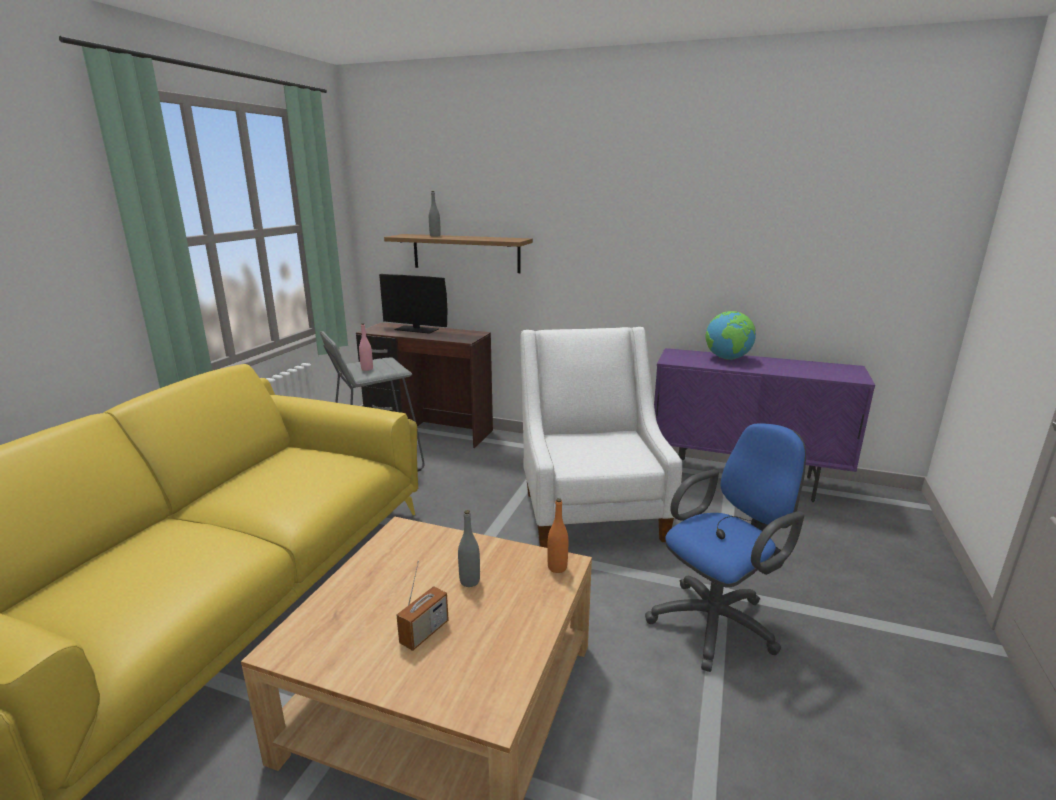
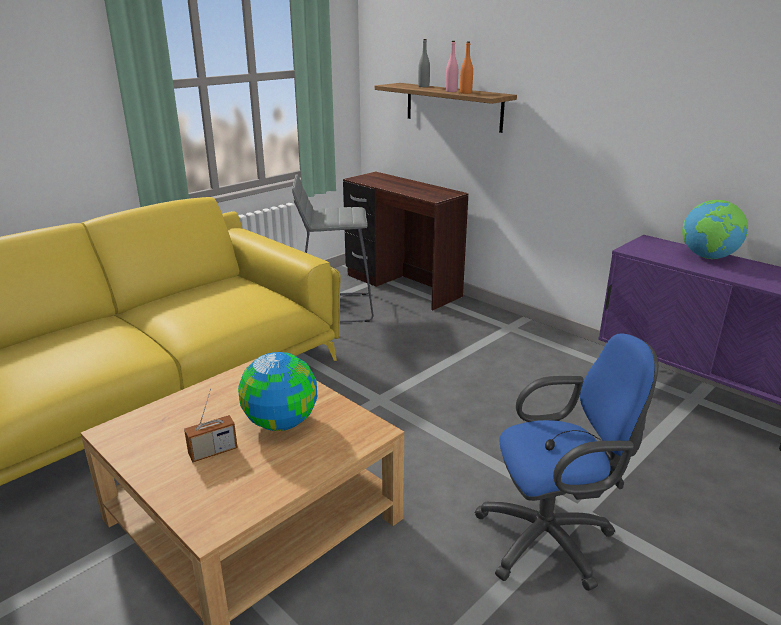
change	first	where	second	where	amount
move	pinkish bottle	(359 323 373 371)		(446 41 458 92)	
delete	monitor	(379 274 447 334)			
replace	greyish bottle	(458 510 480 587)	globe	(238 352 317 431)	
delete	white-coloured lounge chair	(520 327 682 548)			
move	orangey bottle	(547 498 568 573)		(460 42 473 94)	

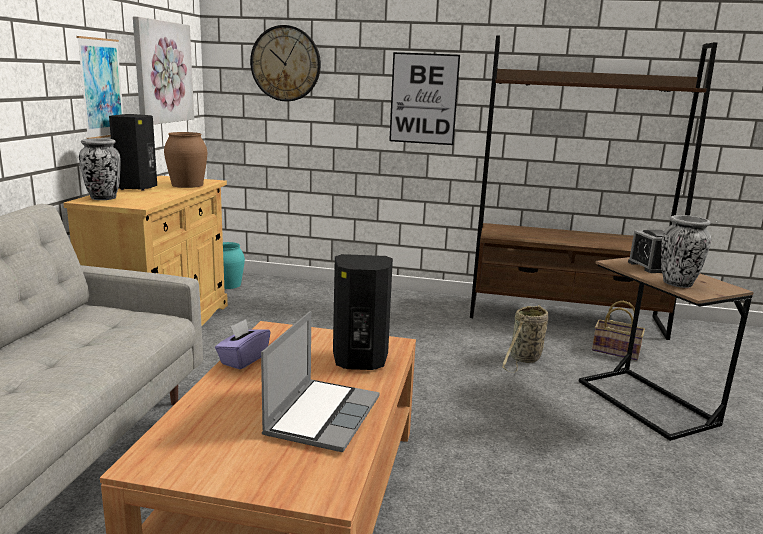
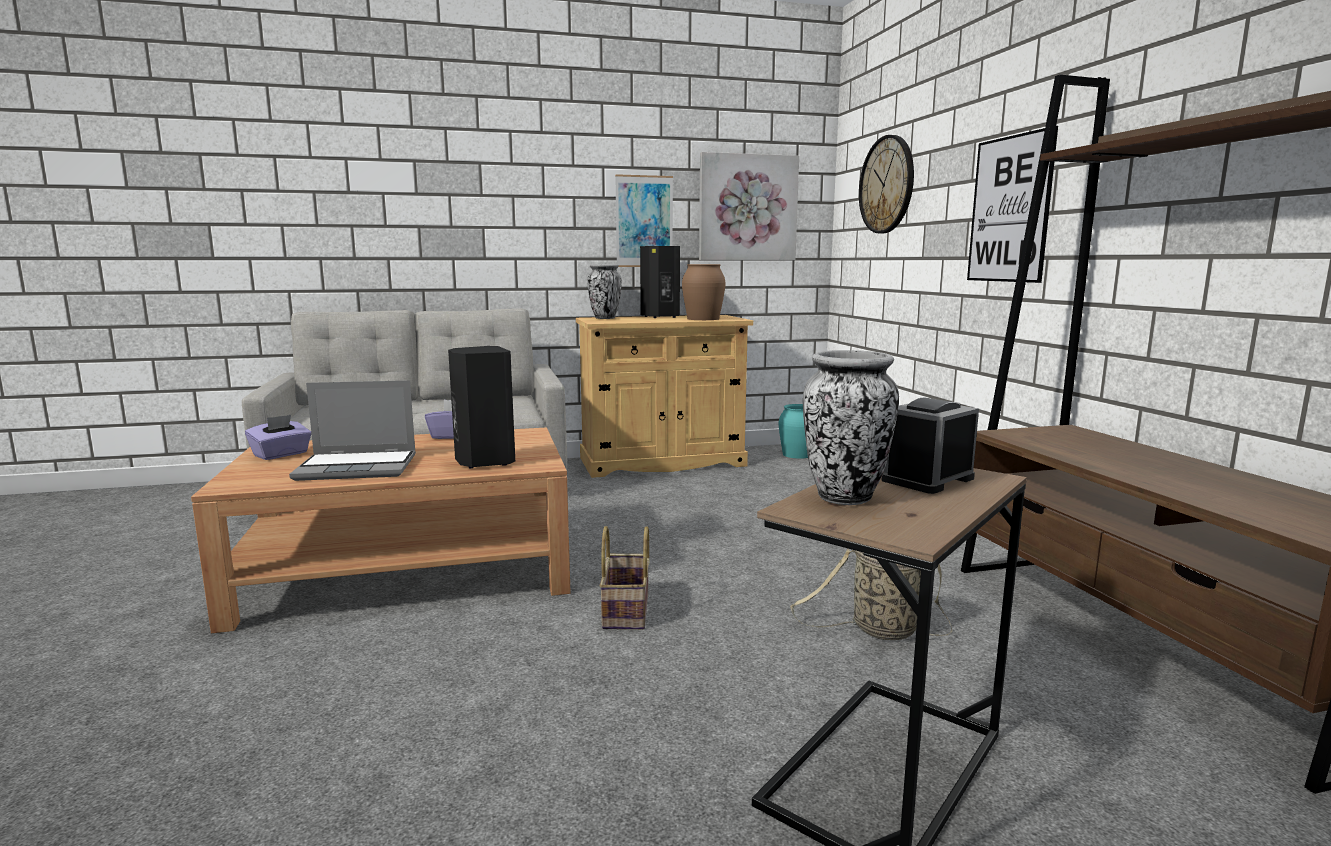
change	first	where	second	where	amount
move	household basket	(592 301 645 361)		(599 526 650 629)	
insert			purplish box of tissues	(245 415 311 460)	

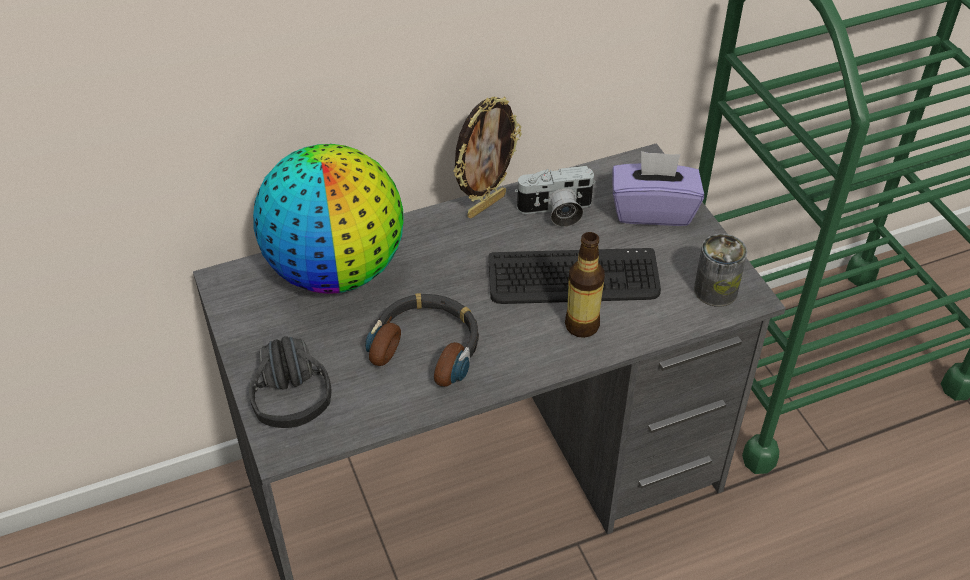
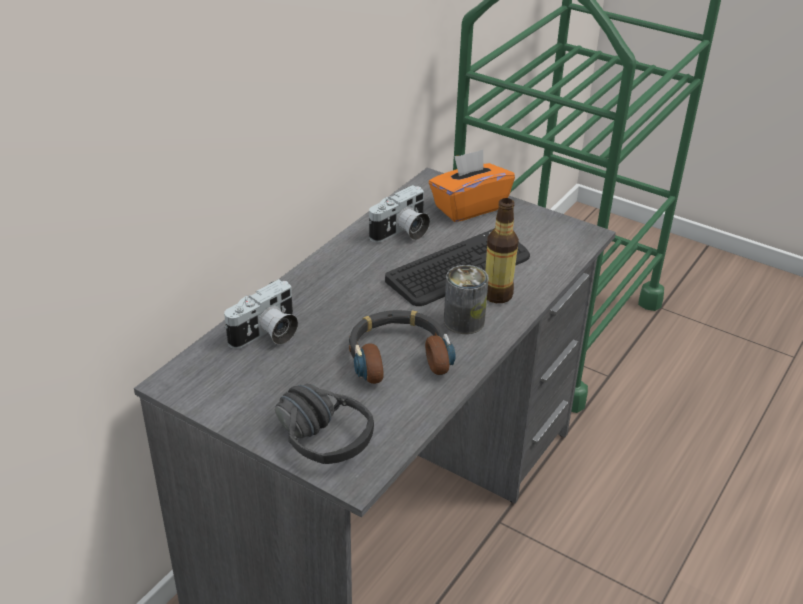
change	first	where	second	where	amount
replace	globe	(253 144 404 294)	photo camera	(224 279 298 349)	
delete	picture frame	(453 96 522 218)			
recolor	purplish box of tissues	(612 151 704 226)	orangey box of tissues	(429 149 515 222)	
move	can	(694 234 747 307)		(444 265 489 334)	

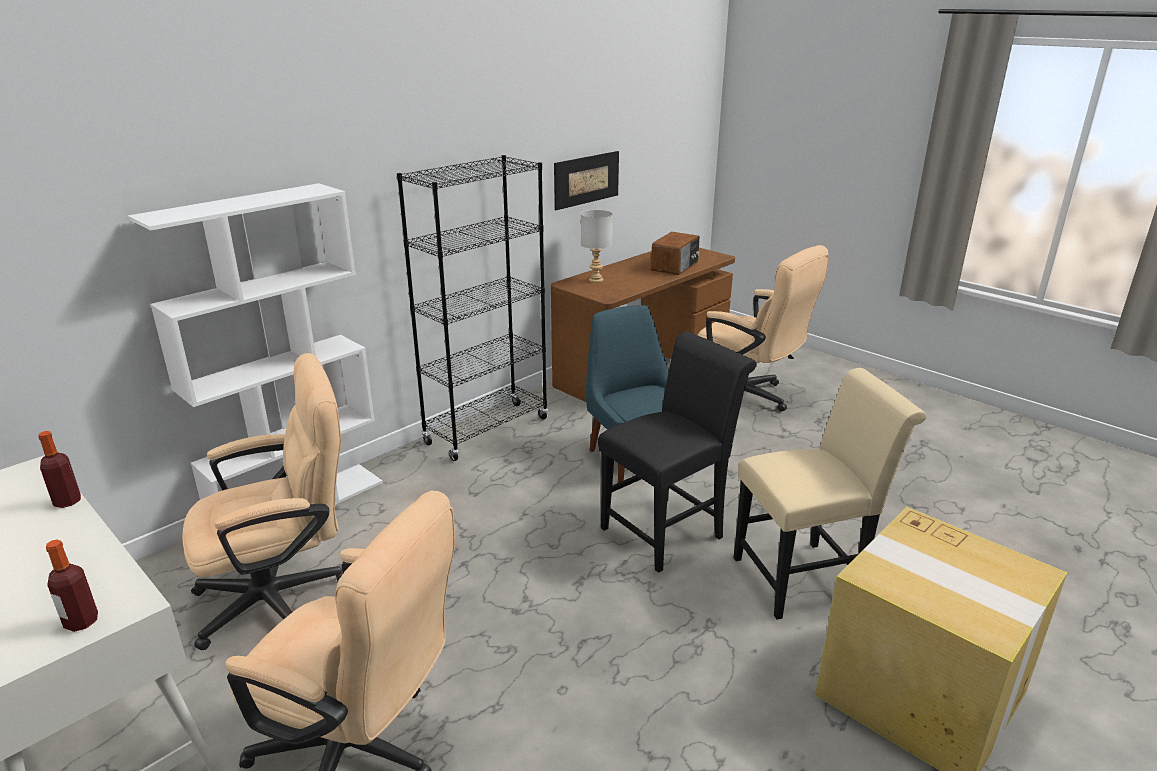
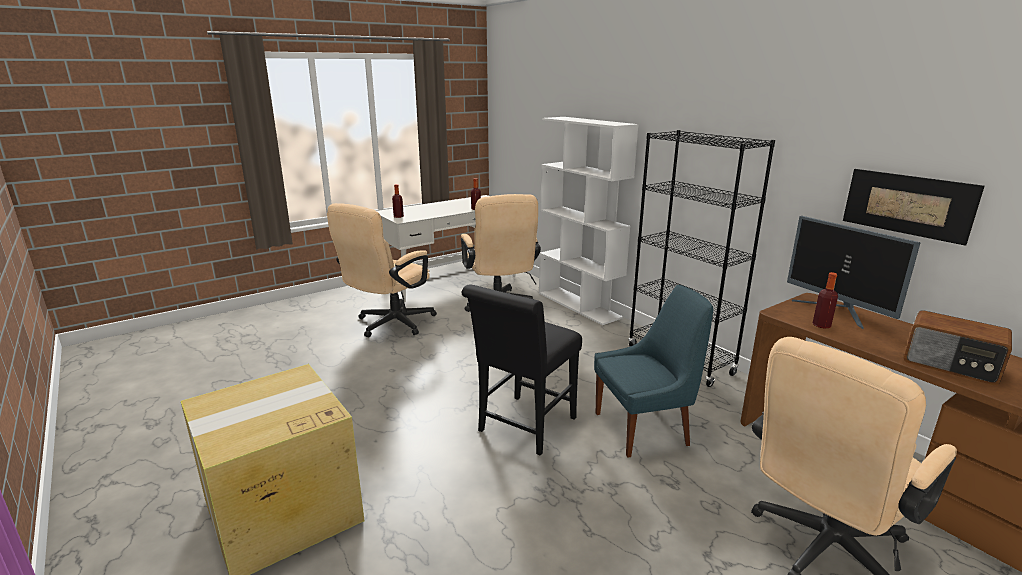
change	first	where	second	where	amount
replace	greyish table lamp	(581 210 613 283)	monitor	(787 216 920 329)	
rotate	black upright chair	(598 332 757 573)		(462 284 582 455)	60 degrees clockwise
delete	beige-coloured upright chair	(733 368 927 620)			
insert			bottle	(812 272 838 329)	

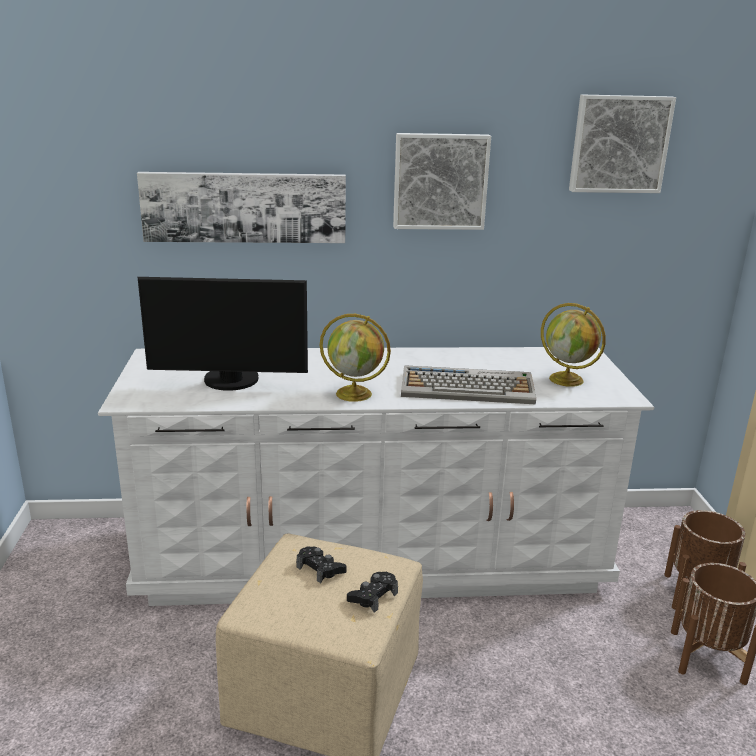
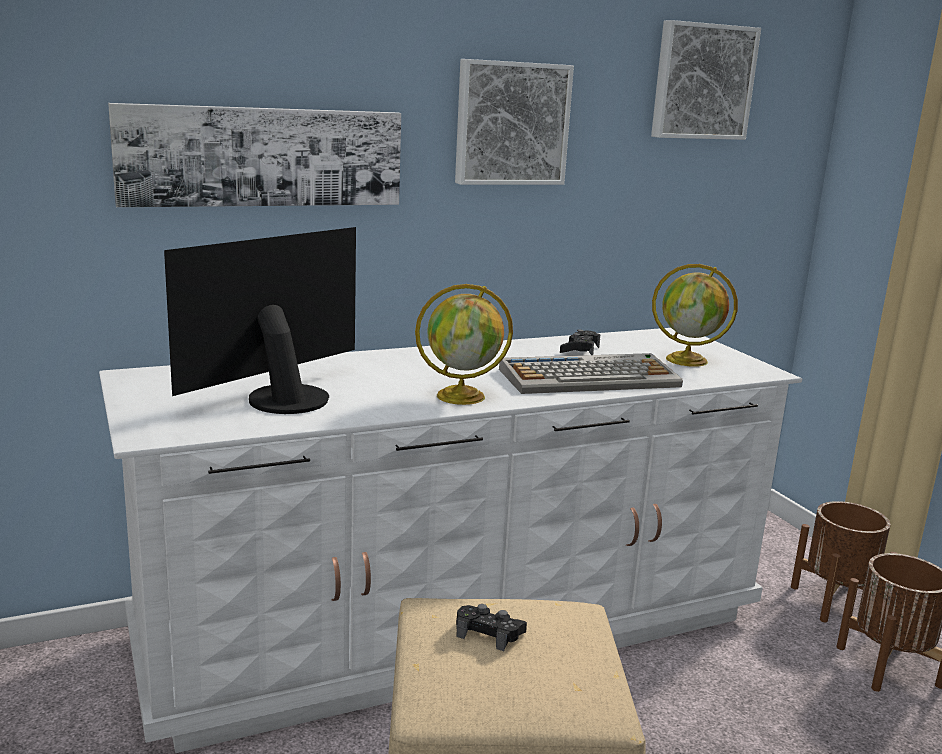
change	first	where	second	where	amount
rotate	monitor	(138 277 308 391)		(164 227 356 414)	150 degrees clockwise
move	black gamepad	(347 572 398 613)		(560 329 600 355)	

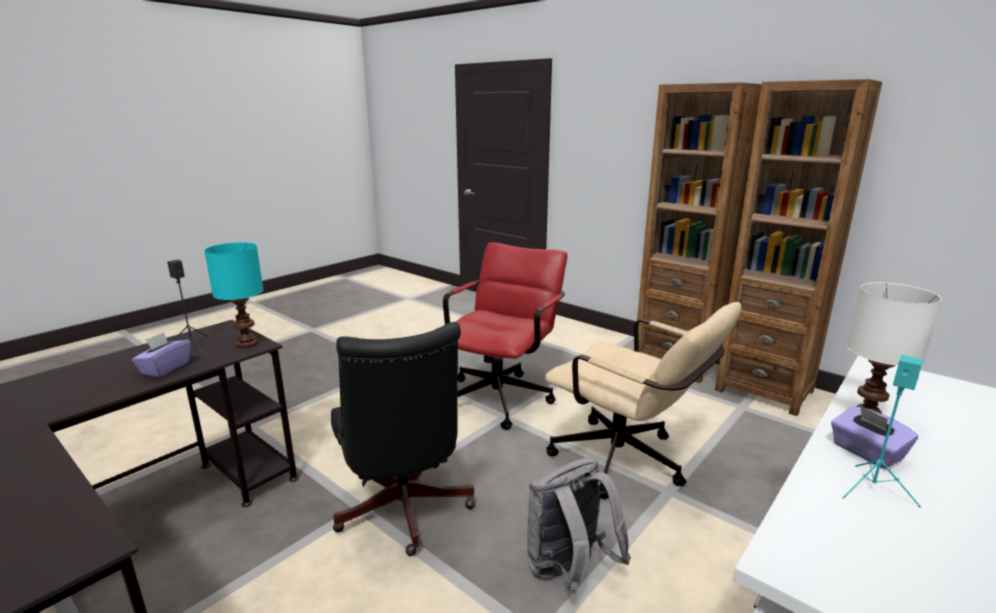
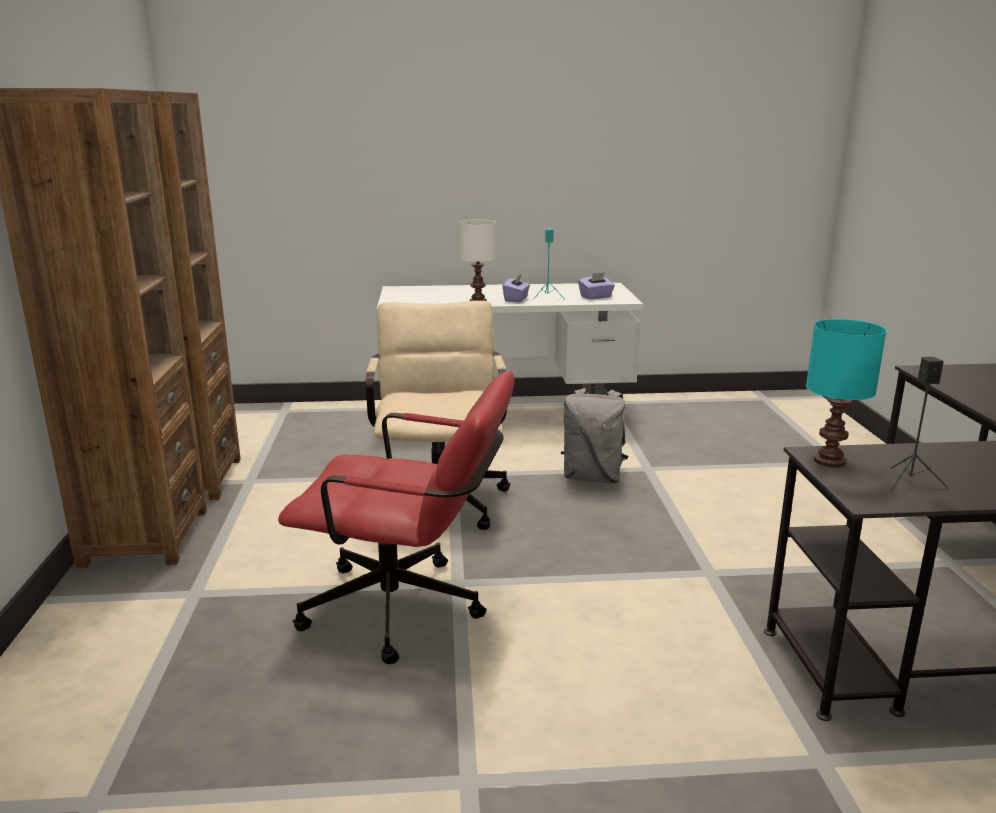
change	first	where	second	where	amount
move	purplish box of tissues	(132 332 190 378)		(578 272 615 299)	
delete	black desk chair	(331 322 475 556)			
rotate	red desk chair	(443 242 568 430)		(278 371 515 664)	150 degrees counterclockwise

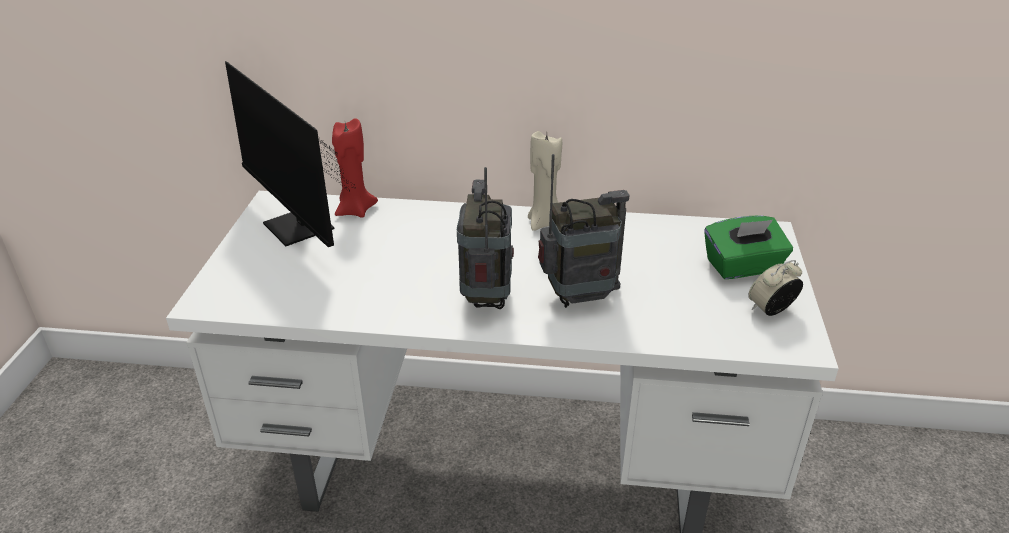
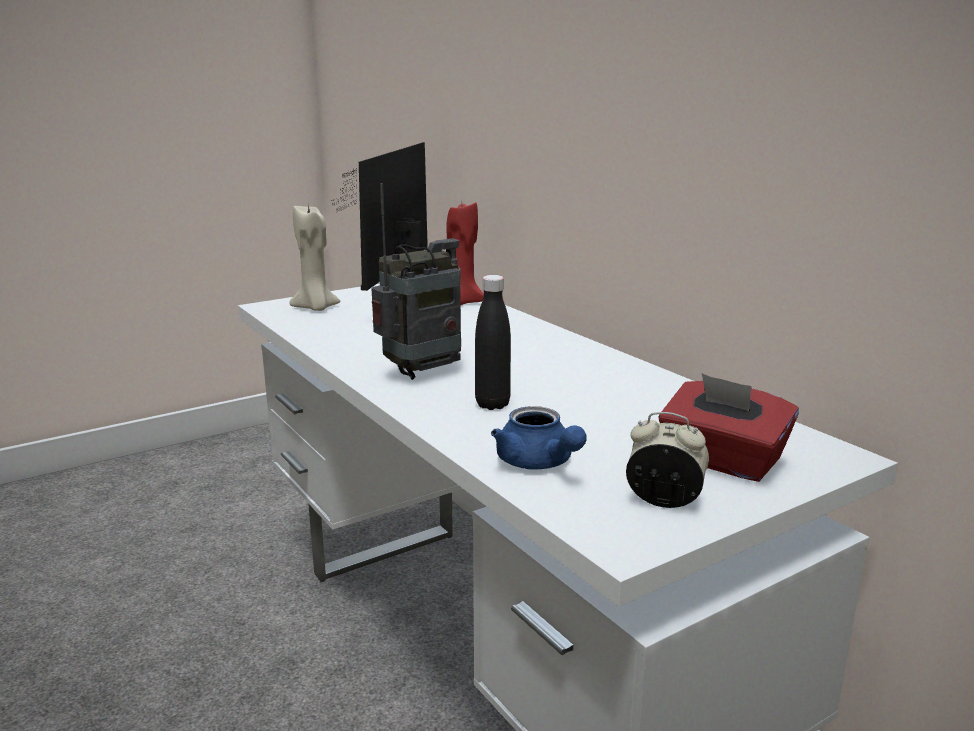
change	first	where	second	where	amount
move	beige-coloured candle	(528 131 562 231)		(289 203 340 311)	
replace	radio receiver	(538 154 629 308)	black bottle	(475 275 511 410)	
recolor	green-coloured box of tissues	(704 215 793 279)	red box of tissues	(658 373 799 482)	
insert			blue-coloured teapot	(491 406 587 470)	

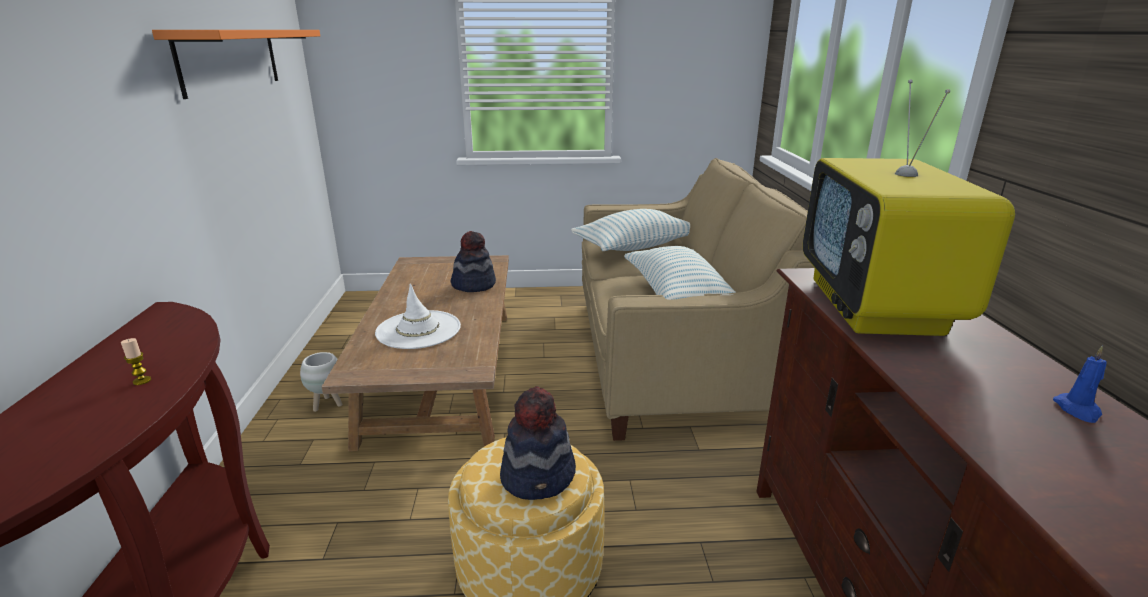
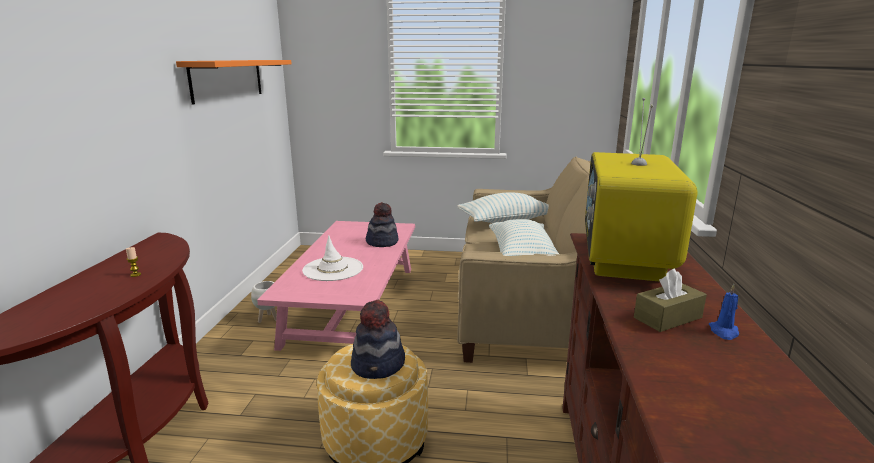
change	first	where	second	where	amount
recolor	brown-coloured coffee table	(322 255 509 451)	pinkish coffee table	(257 221 415 351)	
insert			brown-coloured box of tissues	(634 268 707 332)	

